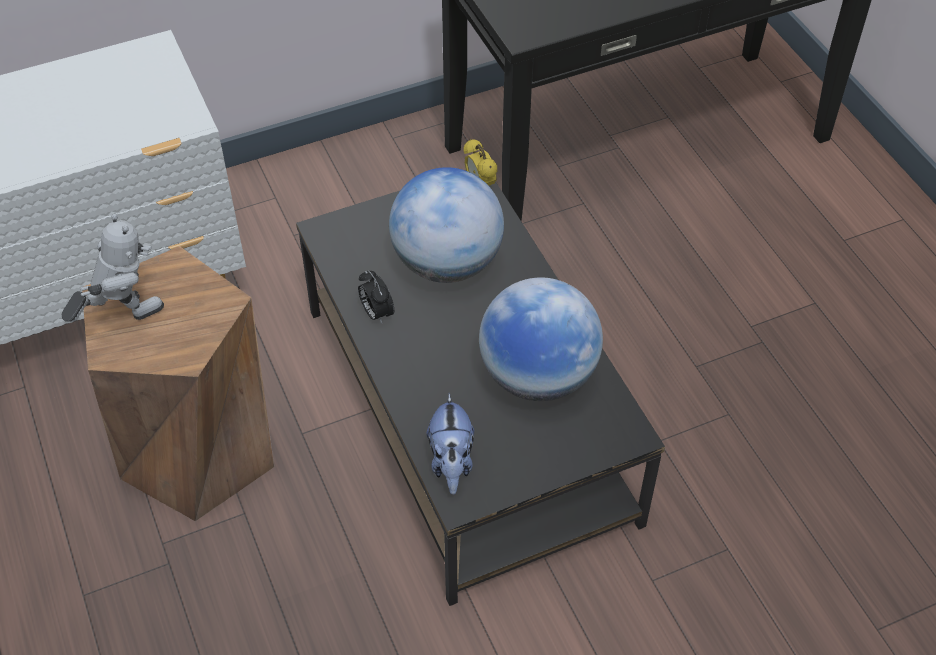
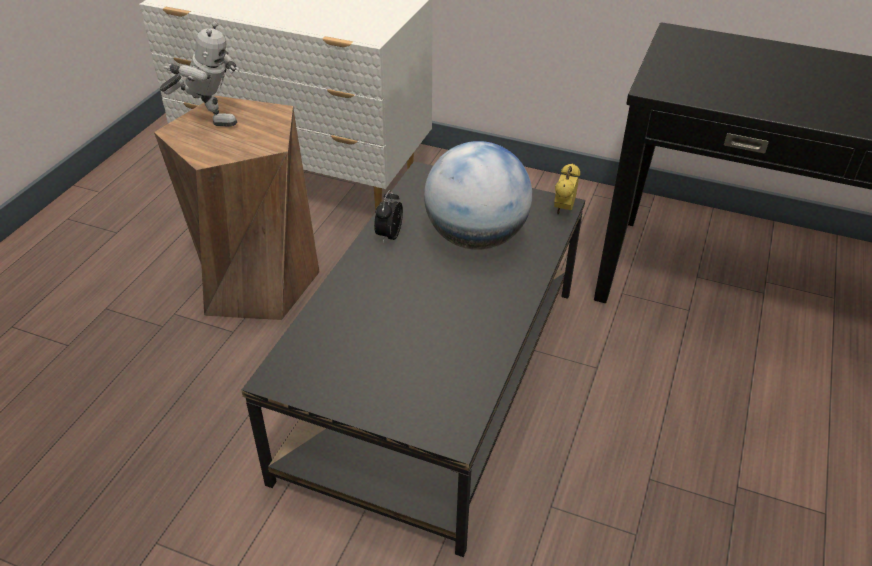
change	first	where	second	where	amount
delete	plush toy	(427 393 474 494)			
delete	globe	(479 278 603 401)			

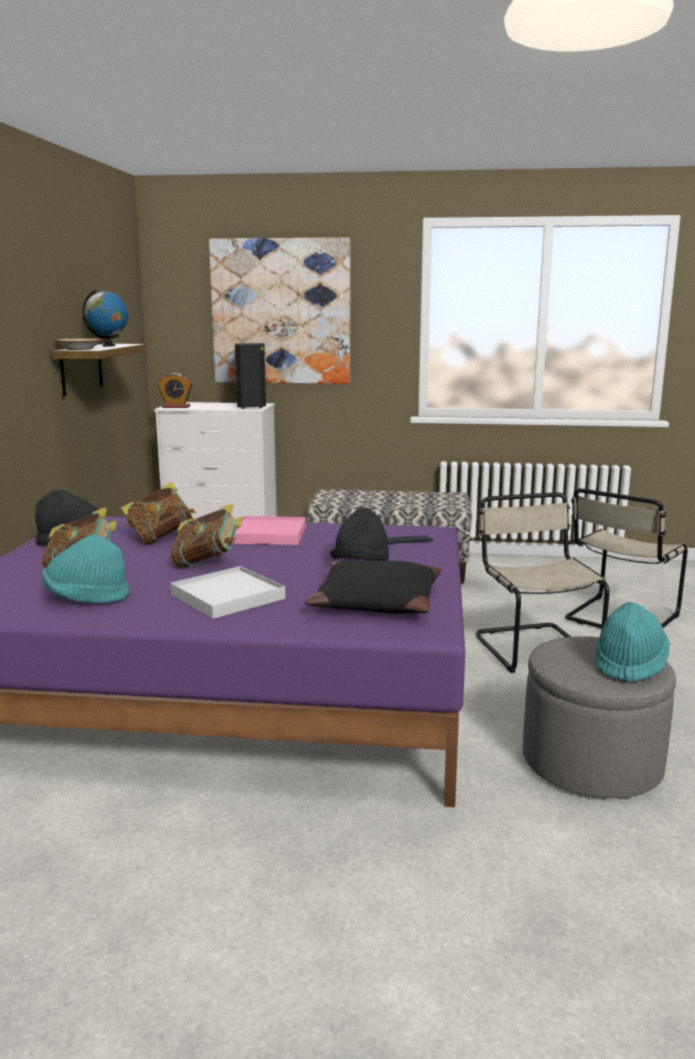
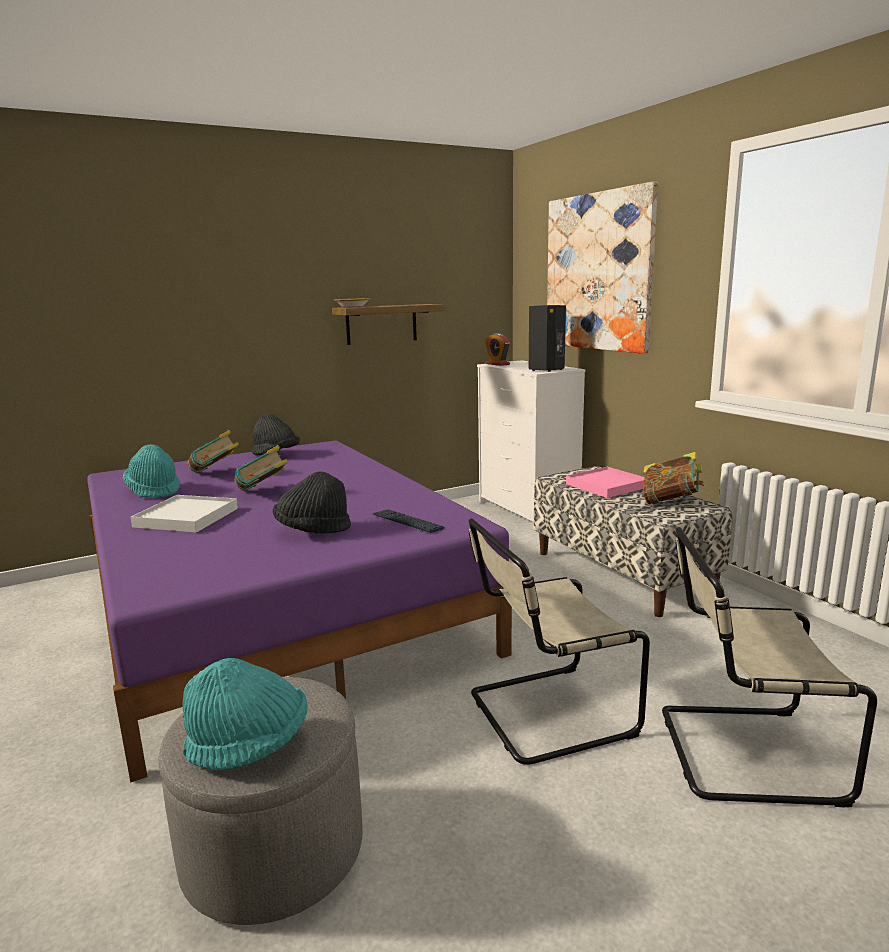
change	first	where	second	where	amount
delete	globe	(82 290 128 347)			
move	book	(121 482 197 545)		(643 452 704 504)	
move	pinkish tray	(232 516 306 545)		(566 467 645 498)	
delete	black throw pillow	(305 560 442 614)			
rotate	beige-coloured upright chair	(476 492 609 673)		(468 518 650 765)	150 degrees counterclockwise

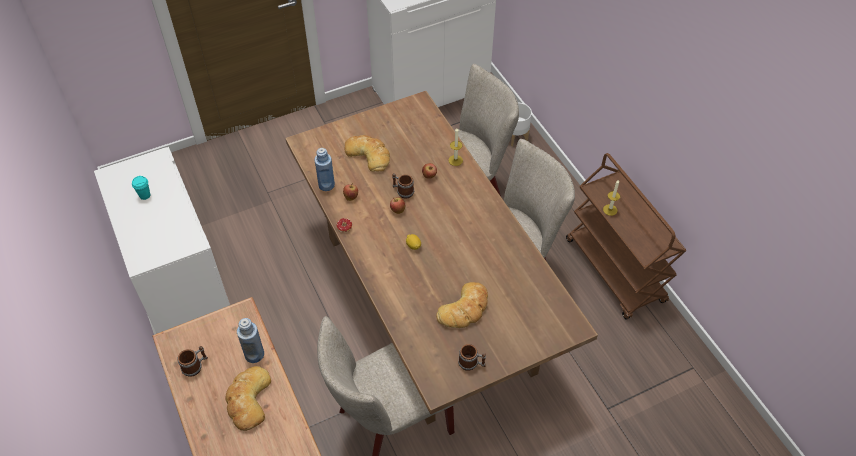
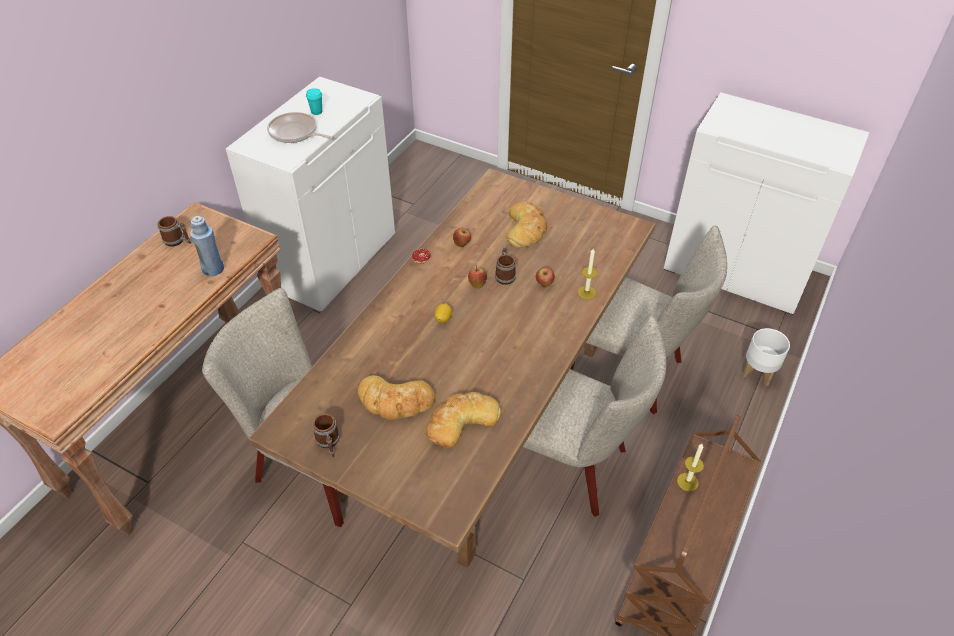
change	first	where	second	where	amount
move	bread	(226 366 271 431)		(426 392 502 448)	
delete	blue-coloured bottle	(315 148 335 191)			
insert			frying pan	(267 112 333 143)	

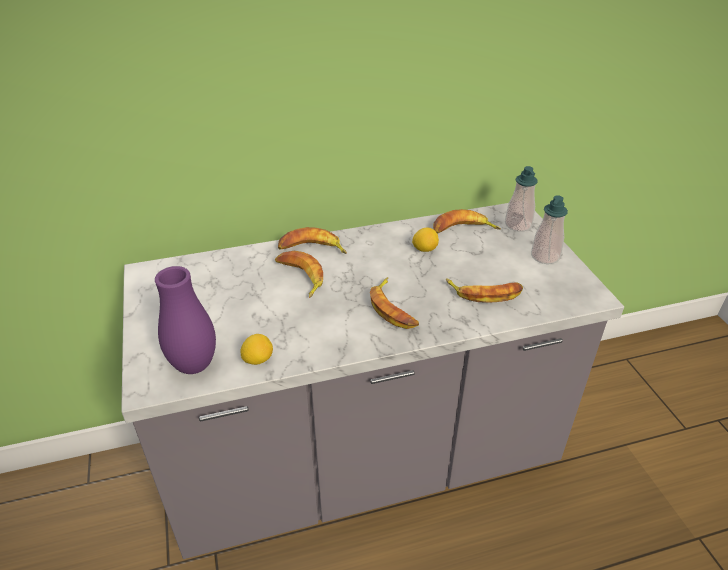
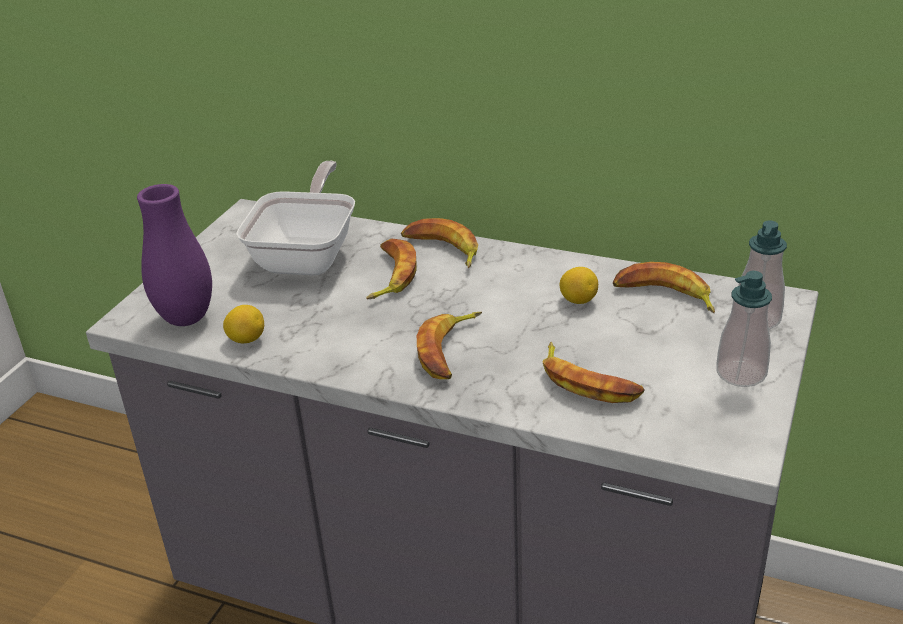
change	first	where	second	where	amount
insert			frying pan	(236 161 355 276)	

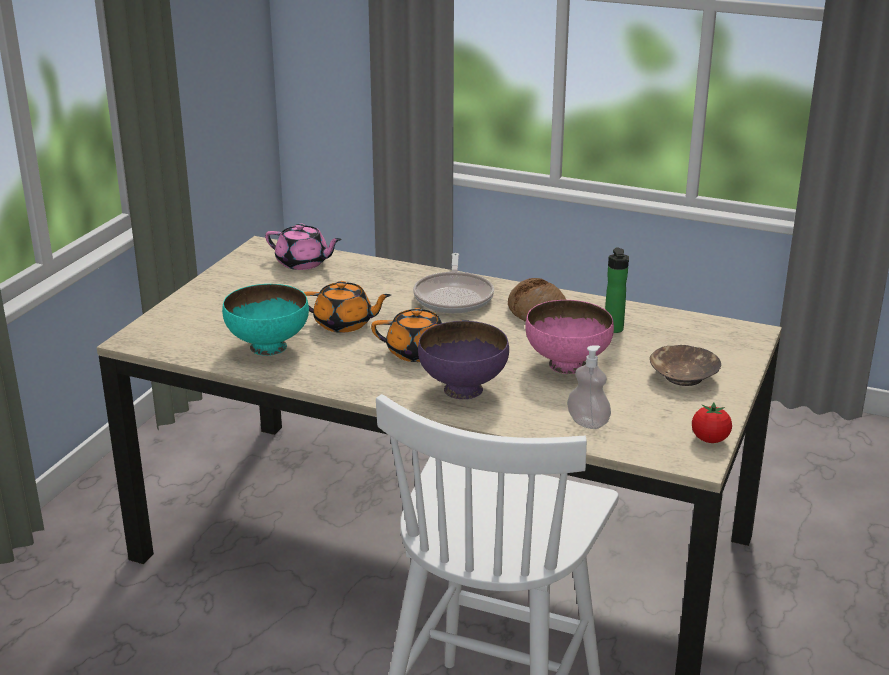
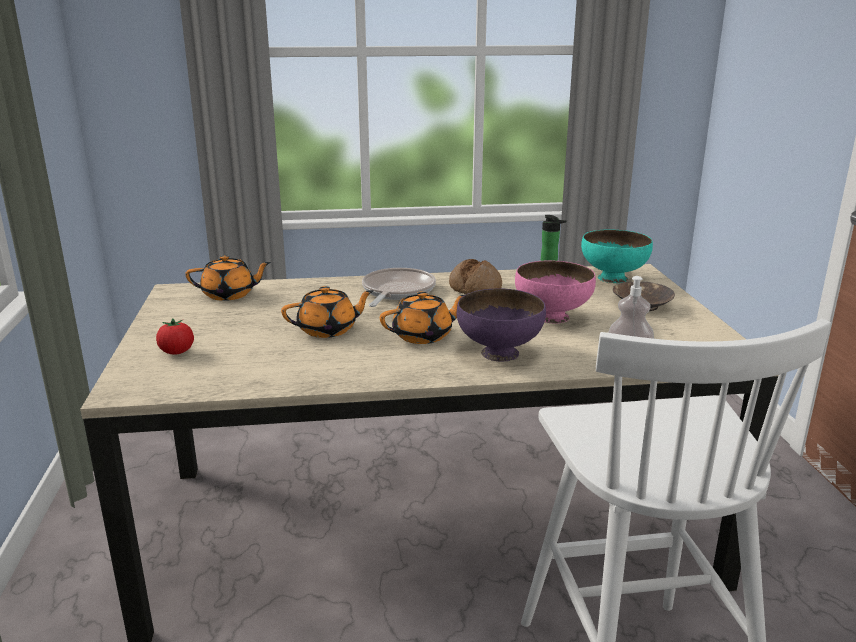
change	first	where	second	where	amount
move	blue-green deep dish	(222 284 309 356)		(581 229 653 283)	
recolor	pinkish teapot	(265 223 342 270)	orangey teapot	(185 255 271 301)	
rotate	frying pan	(413 253 494 313)		(362 268 436 307)	135 degrees counterclockwise
move	tomato	(692 403 732 443)		(156 318 194 355)	

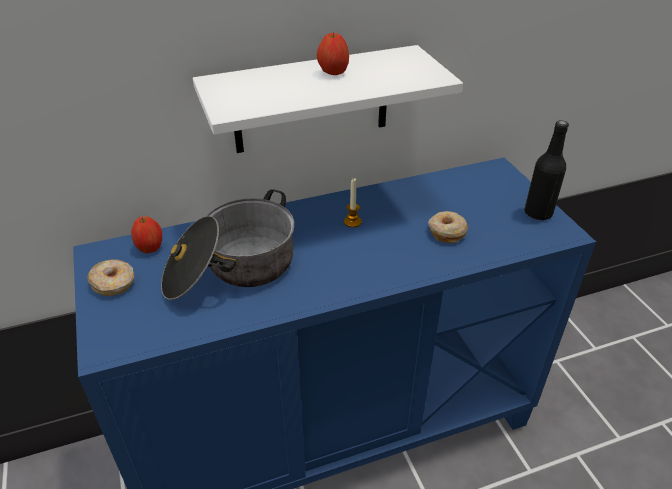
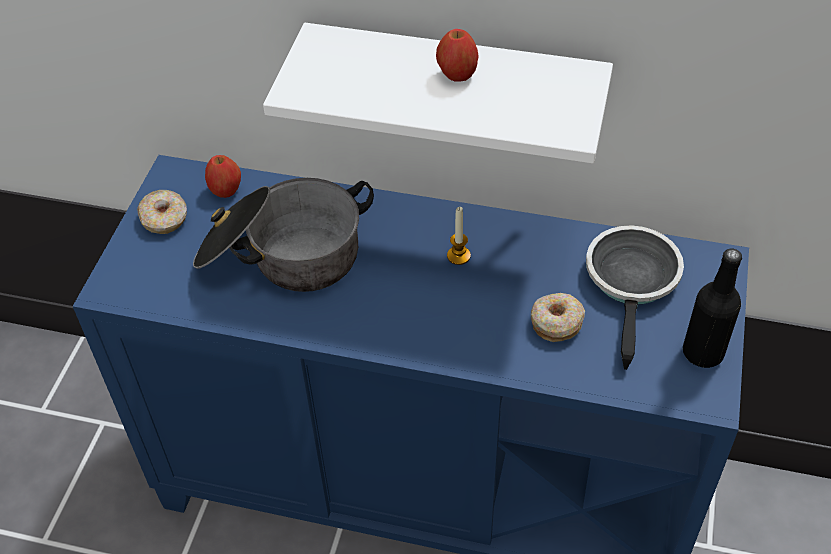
change	first	where	second	where	amount
insert			frying pan	(586 225 684 370)	

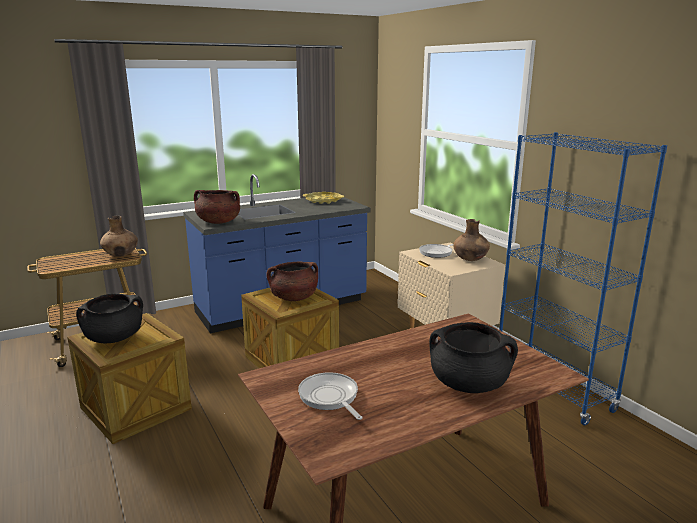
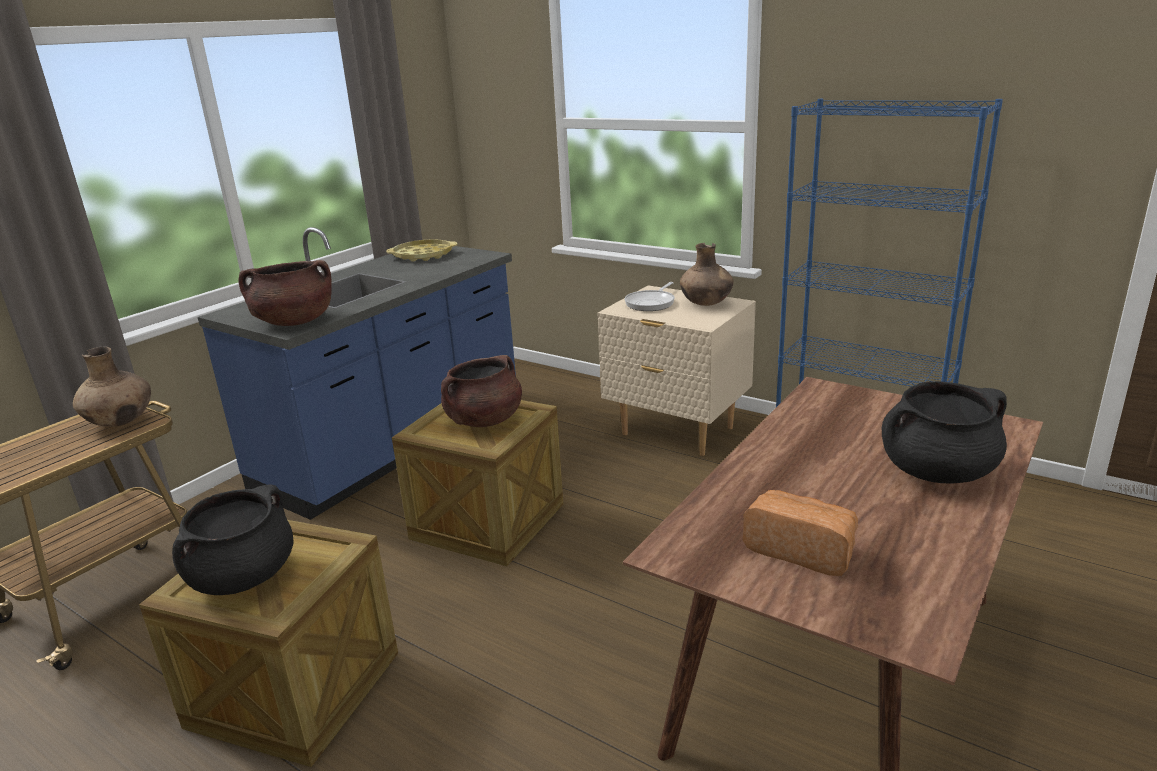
change	first	where	second	where	amount
replace	frying pan	(298 372 363 420)	bread	(743 490 858 576)	

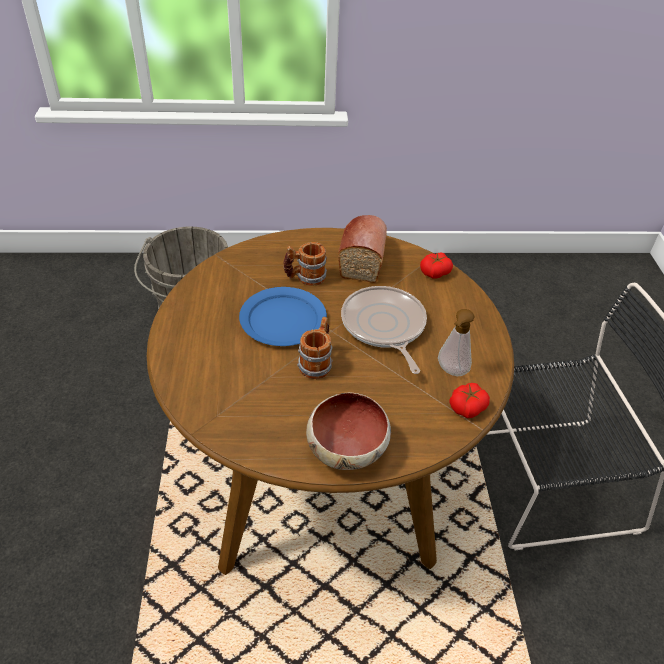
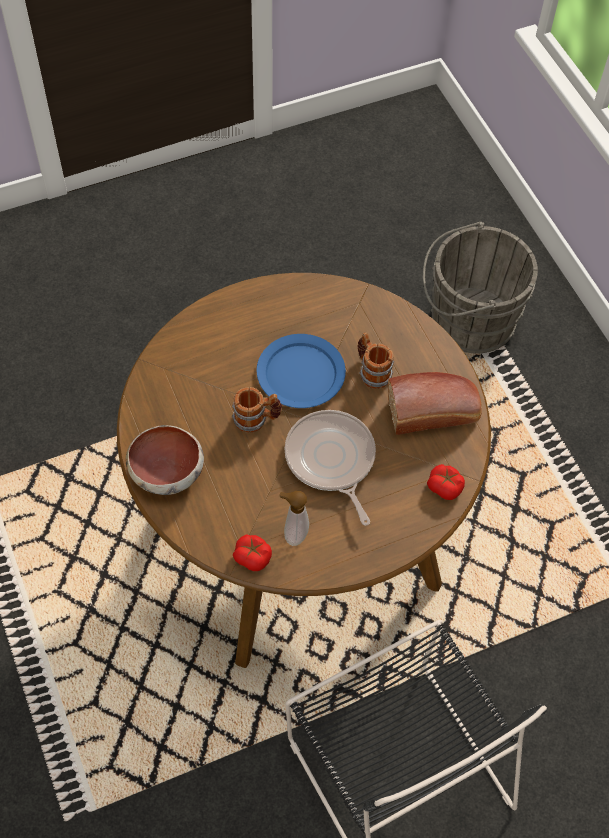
change	first	where	second	where	amount
rotate	frying pan	(341 286 427 374)		(284 410 376 526)	75 degrees counterclockwise

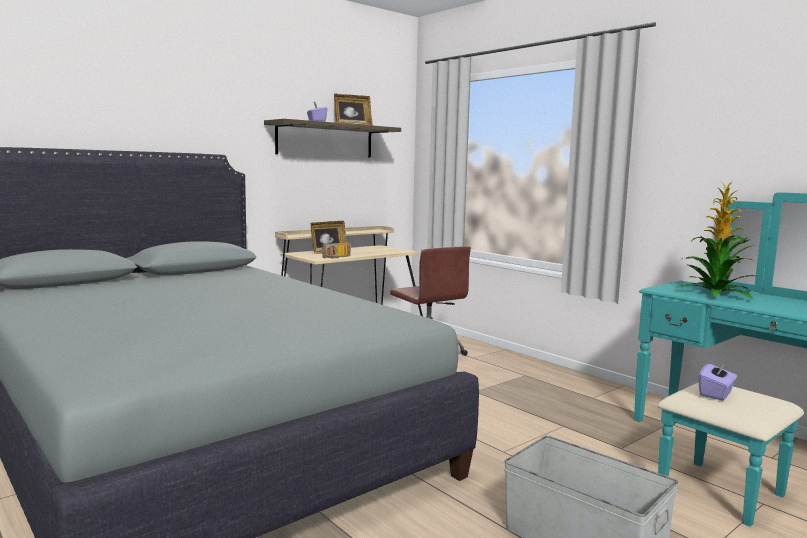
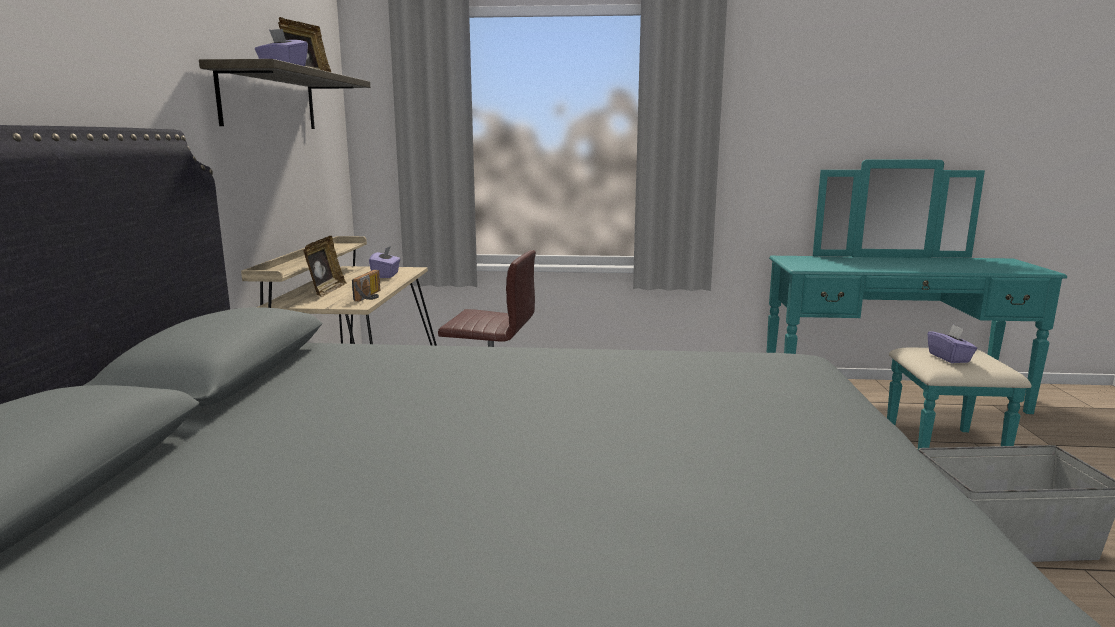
change	first	where	second	where	amount
delete	plant in a pot	(676 181 755 299)			
insert			purplish box of tissues	(369 246 401 278)	

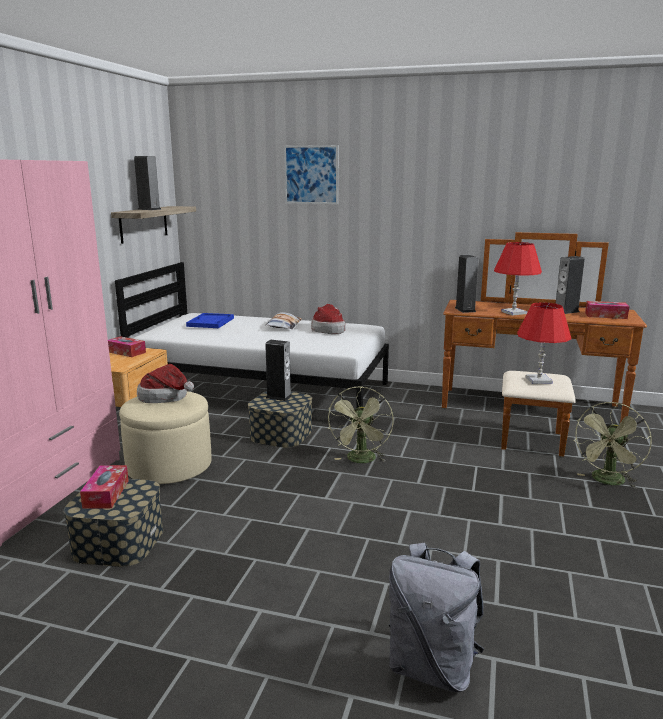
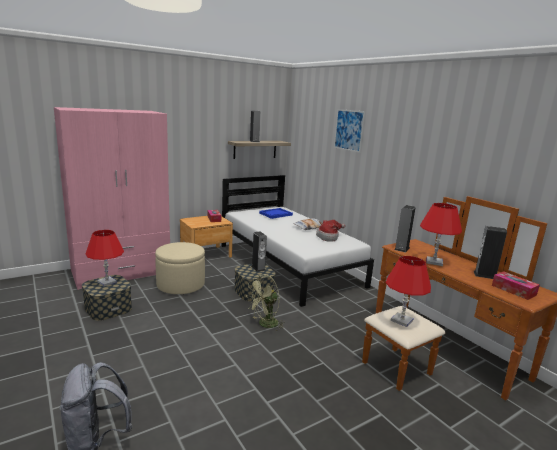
change	first	where	second	where	amount
replace	box of tissues	(80 465 129 509)	red table lamp	(86 230 124 286)	
delete	hat	(137 364 194 403)			
delete	green-coloured electric fan	(573 402 652 488)			

